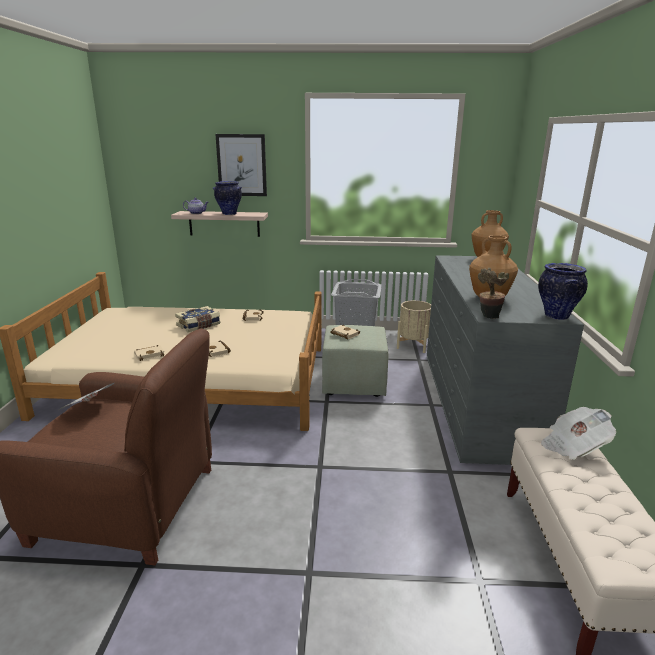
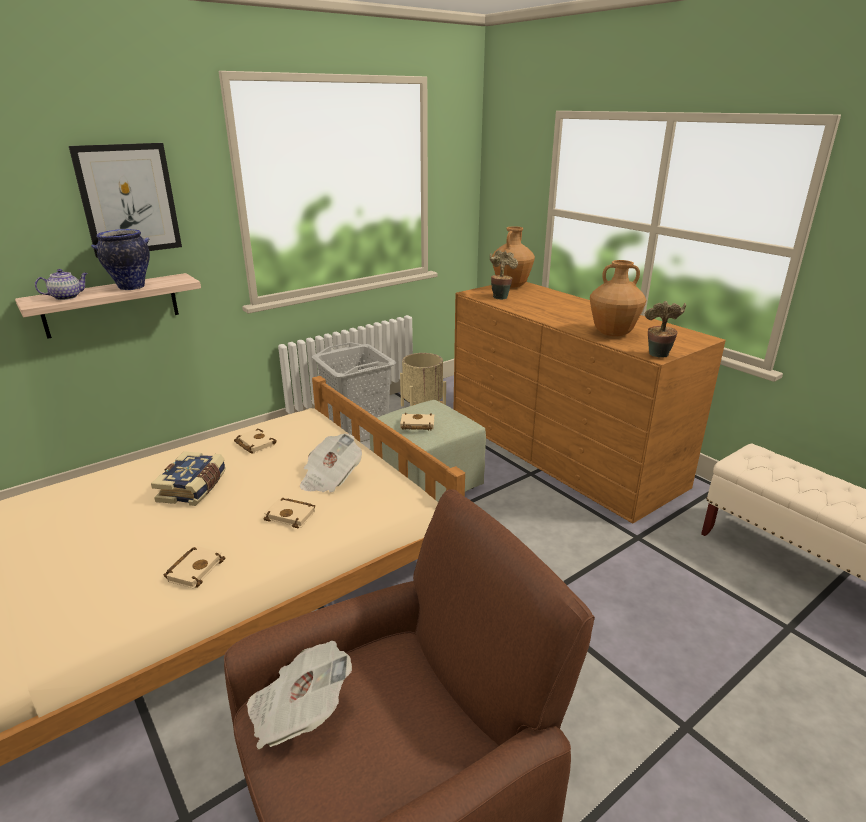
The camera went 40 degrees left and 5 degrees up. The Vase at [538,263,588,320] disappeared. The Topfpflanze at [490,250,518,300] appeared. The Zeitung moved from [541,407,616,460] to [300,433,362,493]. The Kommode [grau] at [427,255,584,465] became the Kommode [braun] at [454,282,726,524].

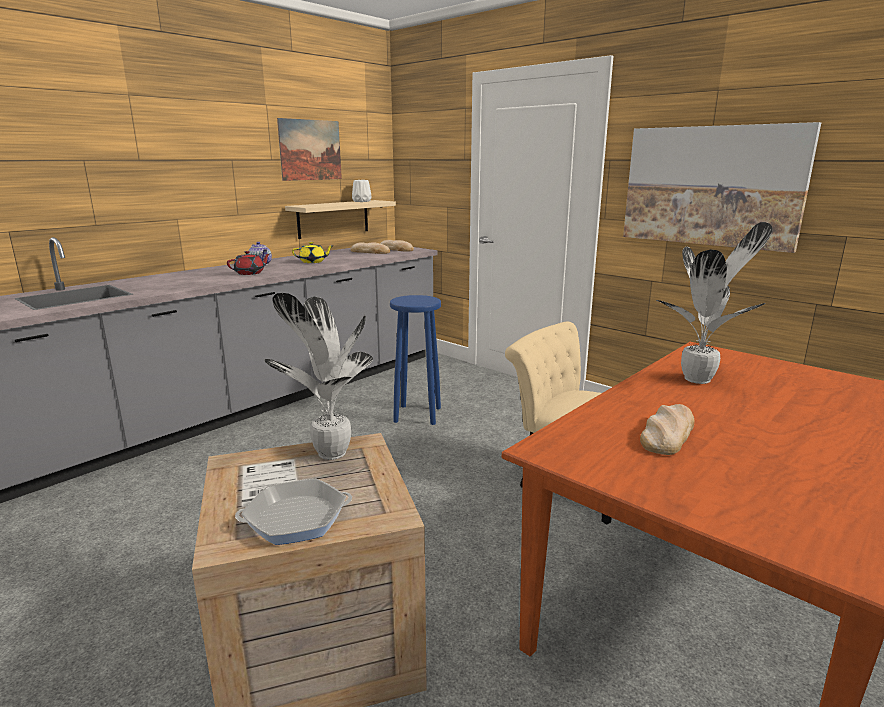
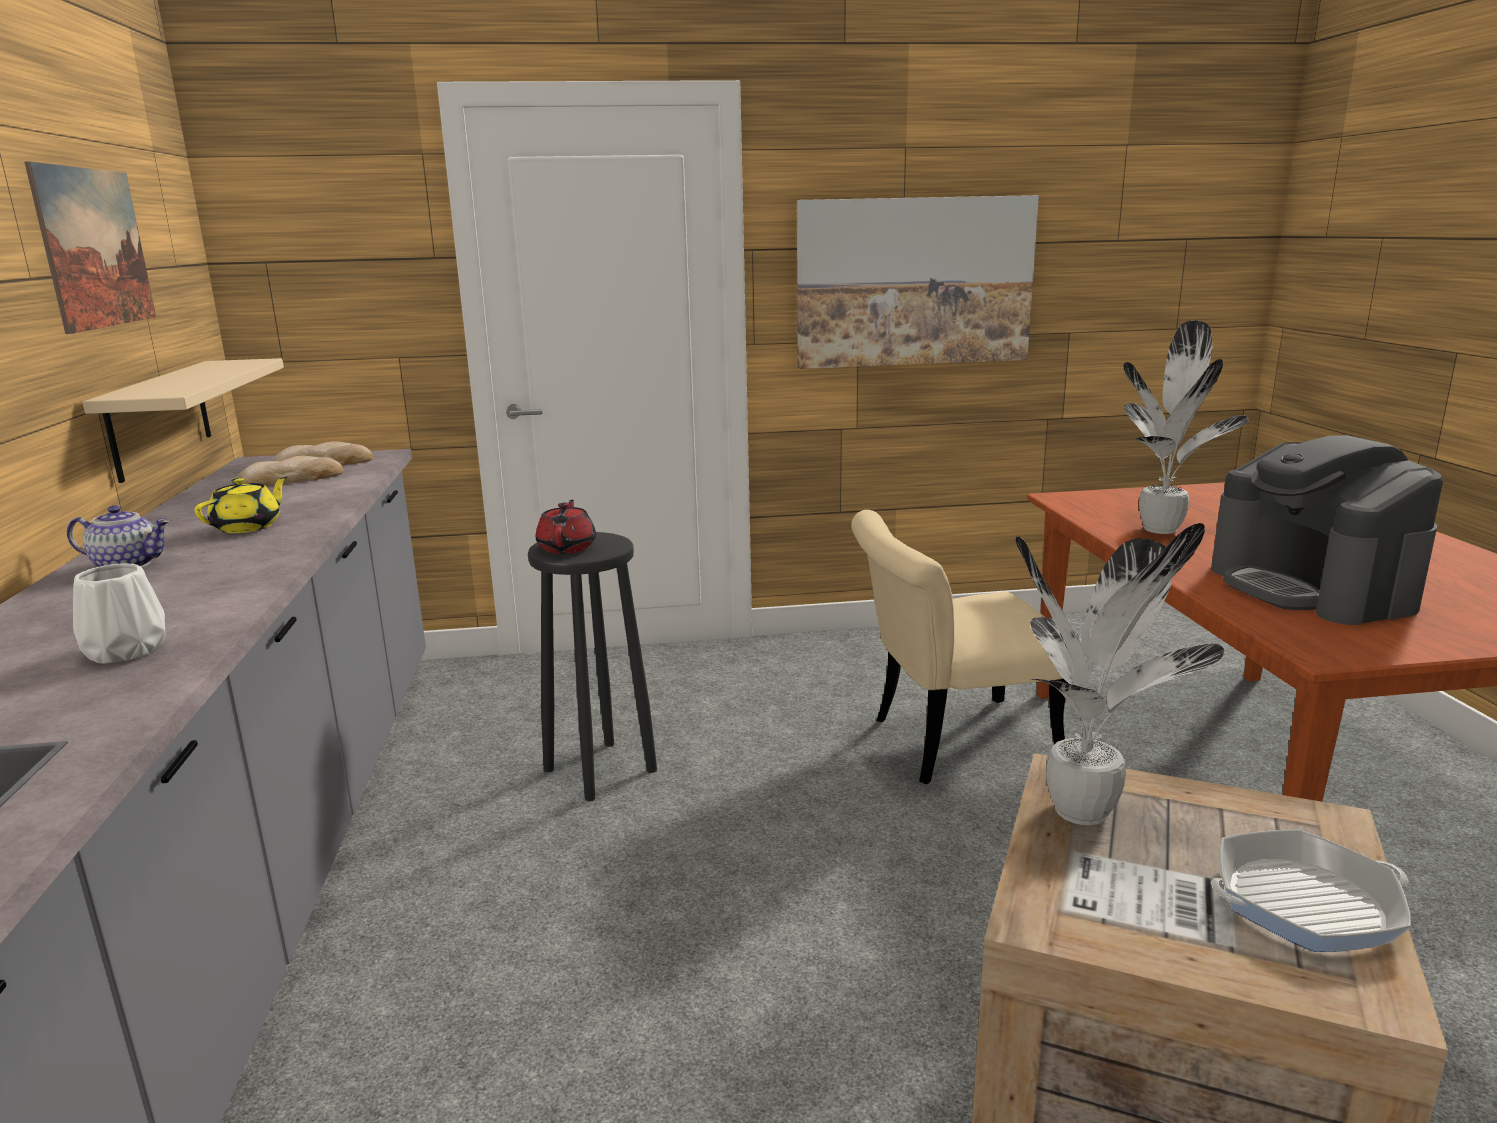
The camera went 50 degrees left and 0 degrees up. The Teekanne [rot] moved from [227,251,271,275] to [536,500,596,554]. The Vase [weiß] moved from [352,180,372,202] to [73,563,166,664]. The Brot at [640,404,694,455] was replaced by the Kaffeemaschine at [1211,435,1443,625]. The Hocker [blau] at [390,295,441,425] became the Hocker [schwarz] at [528,532,657,801]. The Pfanne at [235,479,352,545] turned 60 degrees clockwise.

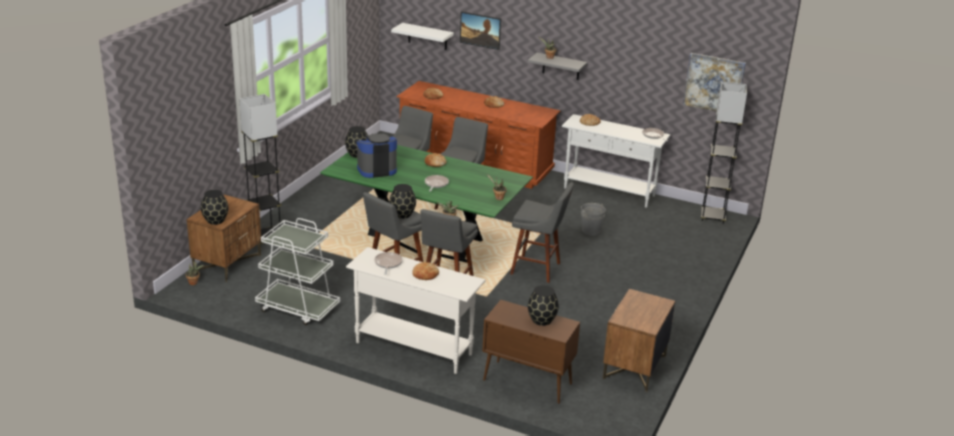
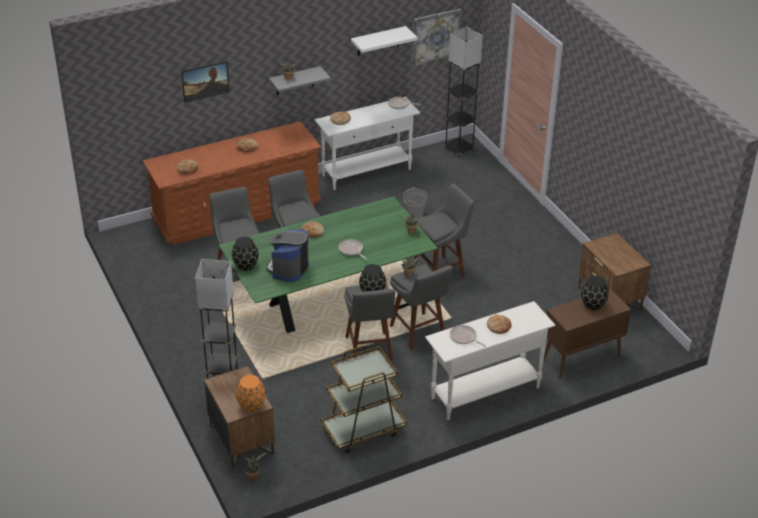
The camera went 50 degrees left and 10 degrees up. The Wandregal [weiß] moved from [391,23,454,50] to [351,26,418,56]. The Vase [schwarz] at [201,190,228,225] became the Vase [orange] at [236,375,266,412]. The Rollwagen [weiß] at [255,218,340,325] became the Rollwagen [braun] at [321,346,407,453].

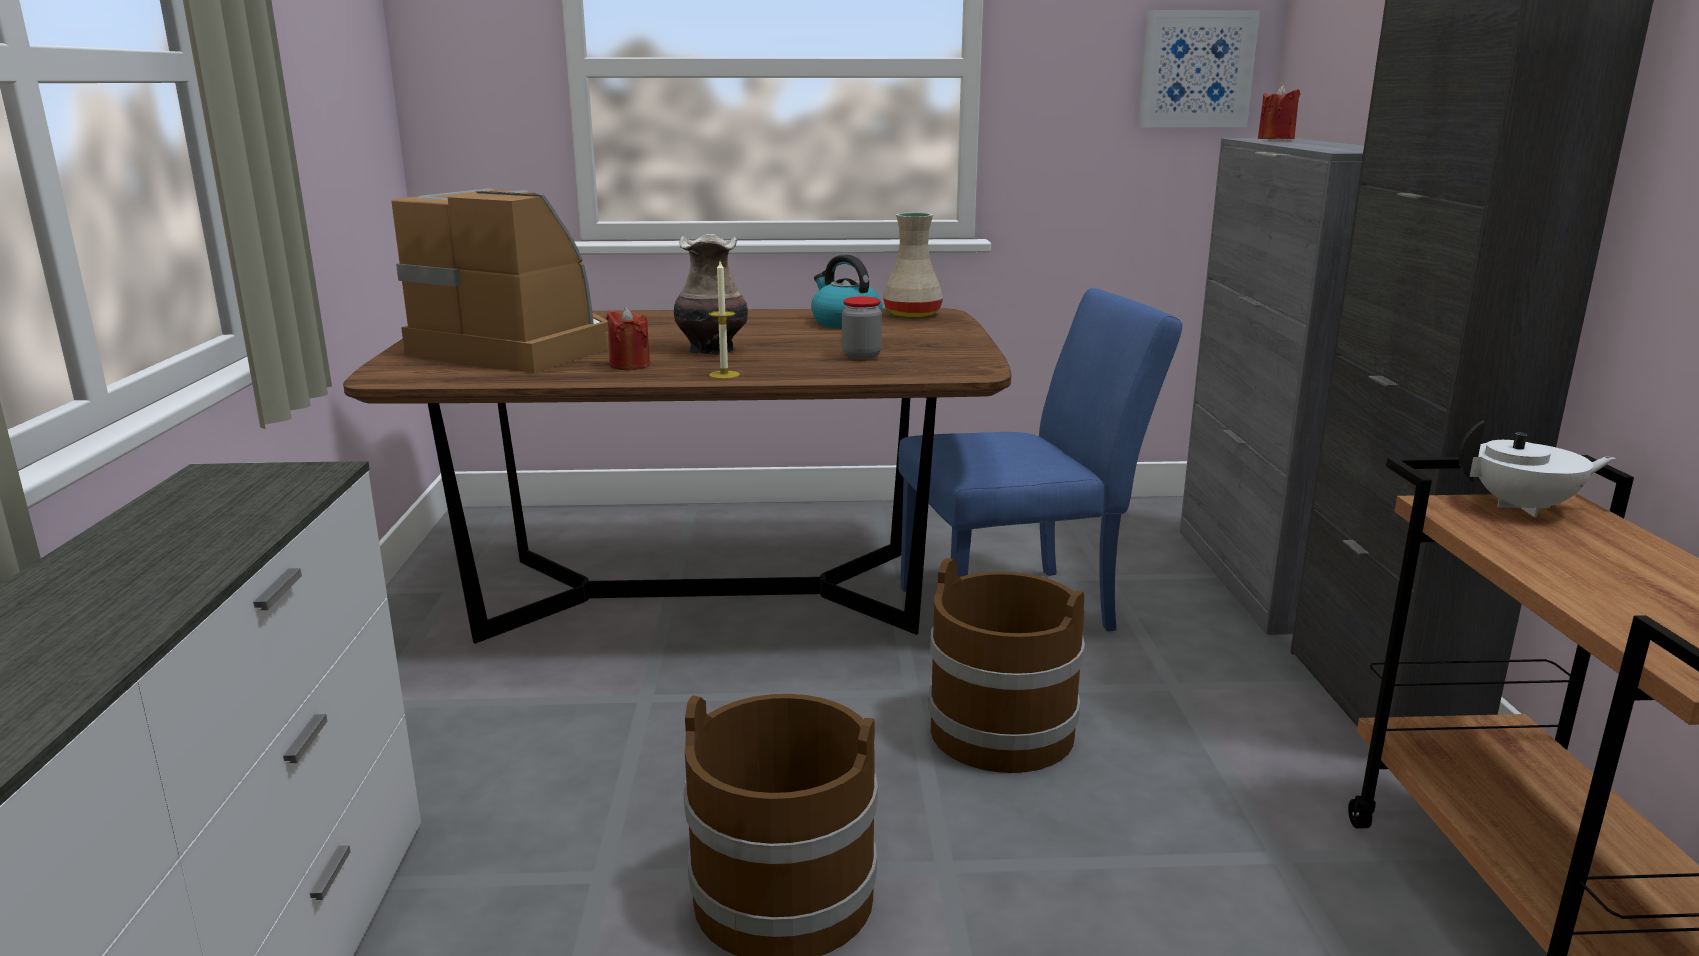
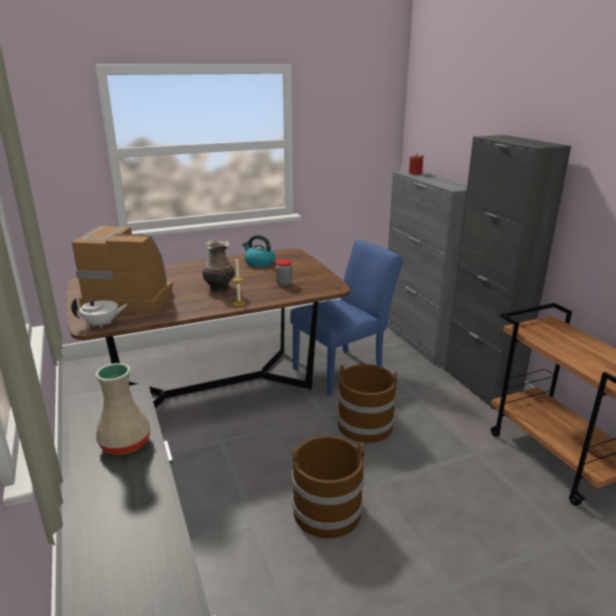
The camera went 20 degrees left and 5 degrees up. The Kerze [rot] at [606,307,650,370] disappeared. The Bild at [1138,10,1260,127] disappeared. The Vase [beige] moved from [883,213,943,317] to [96,363,150,455]. The Teekanne [weiß] moved from [1458,420,1616,517] to [71,298,128,329].

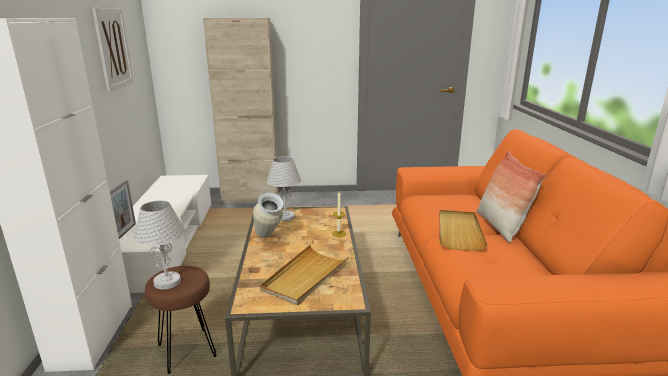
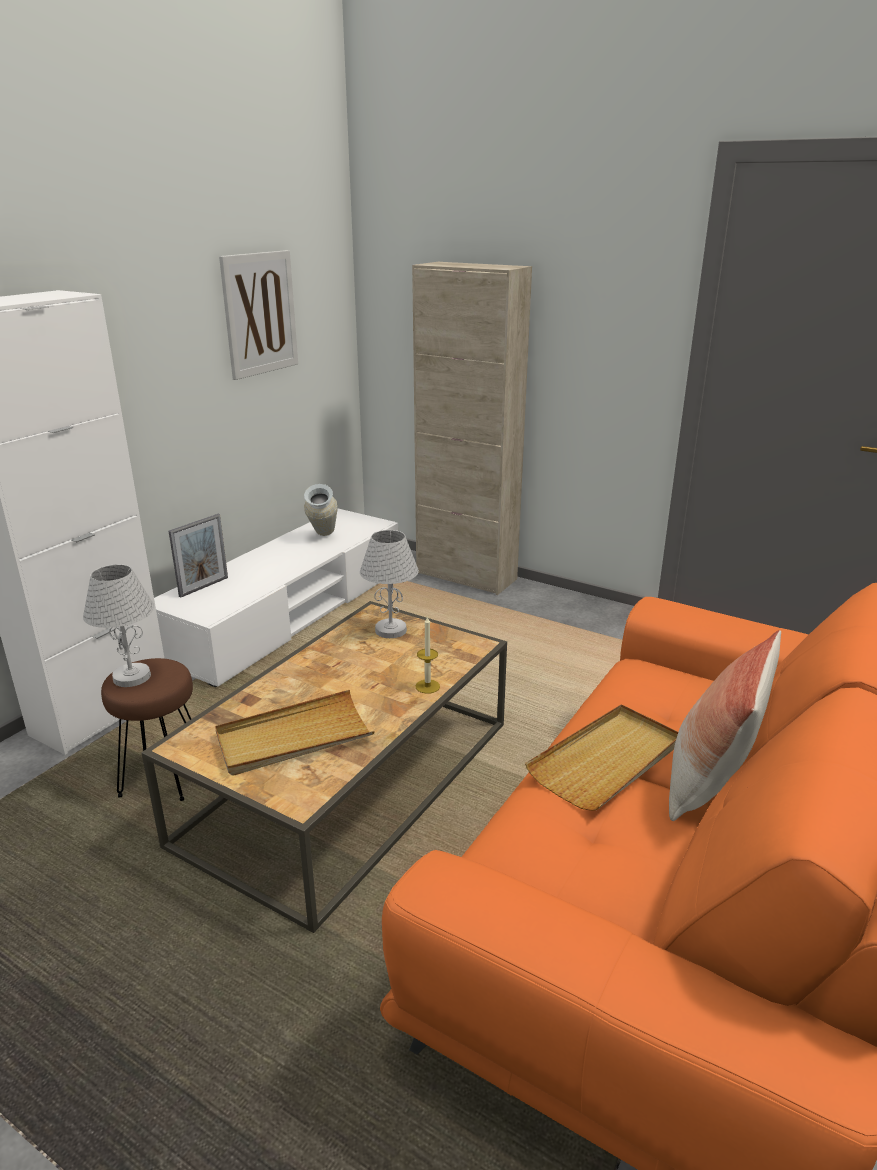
The camera went 35 degrees right and 5 degrees up. The Vase moved from [253,193,284,238] to [304,484,338,536].

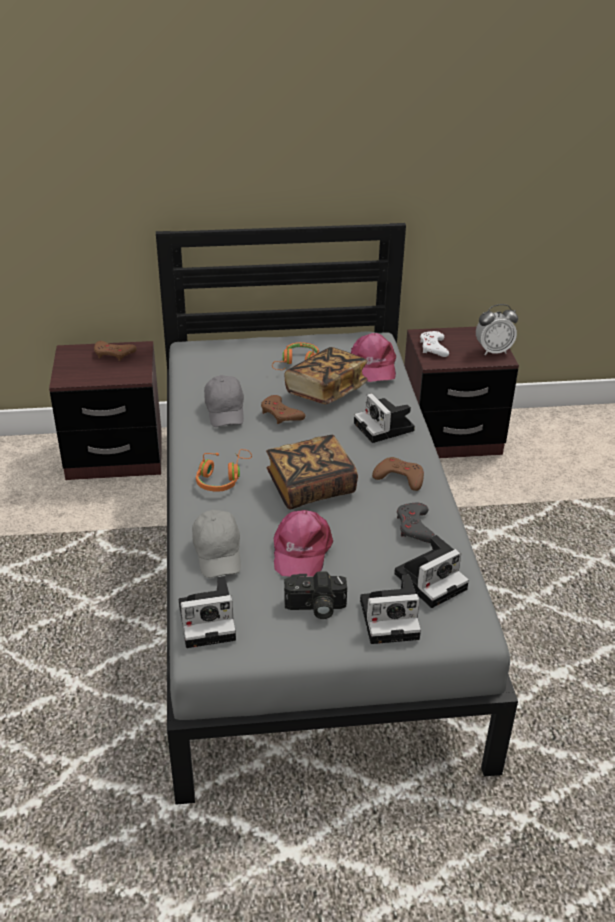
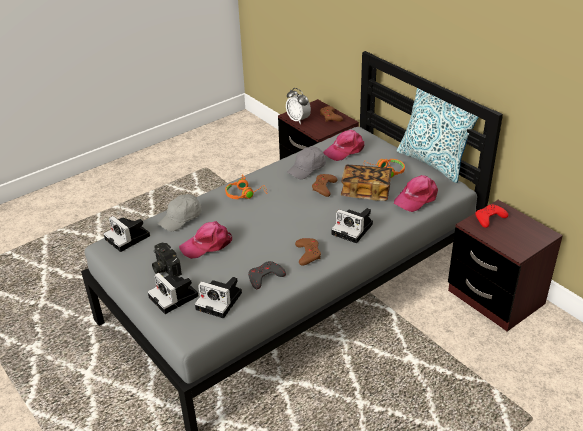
The camera went 60 degrees right and 0 degrees up. The Buch at [266,435,358,509] disappeared. The Kappe [rosa] at [323,130,364,161] appeared. The Kissen at [397,88,479,183] appeared. The Wecker moved from [476,304,518,355] to [286,88,311,124]. The Gamepad [weiß] at [420,331,449,357] became the Gamepad [rot] at [476,204,508,228]. The Kamera at [354,393,415,443] turned 90 degrees counterclockwise.

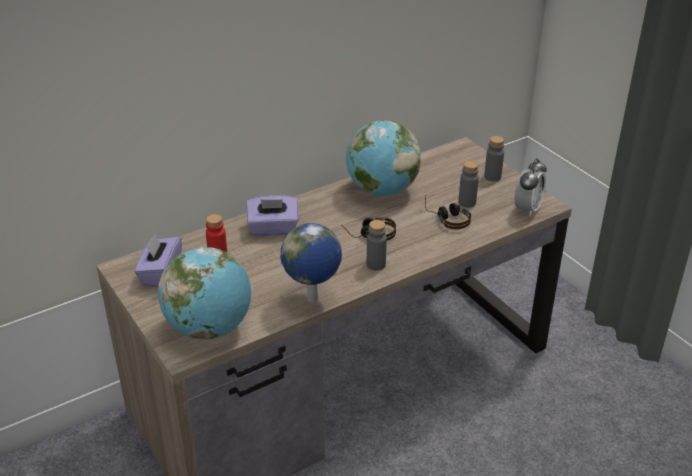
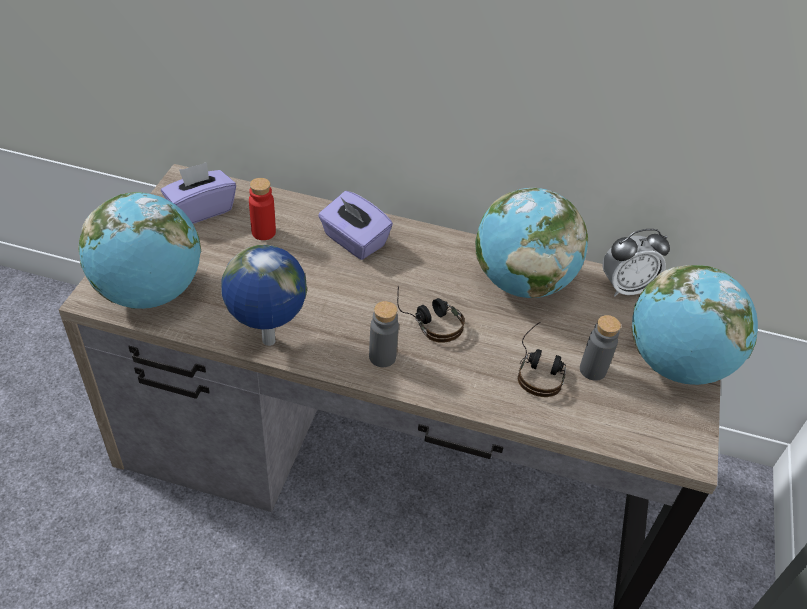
The camera went 45 degrees right and 10 degrees up. The Wecker moved from [515,158,547,217] to [602,229,670,296]. The Flasche [grau] at [484,136,504,181] was replaced by the Globus at [631,265,758,385].

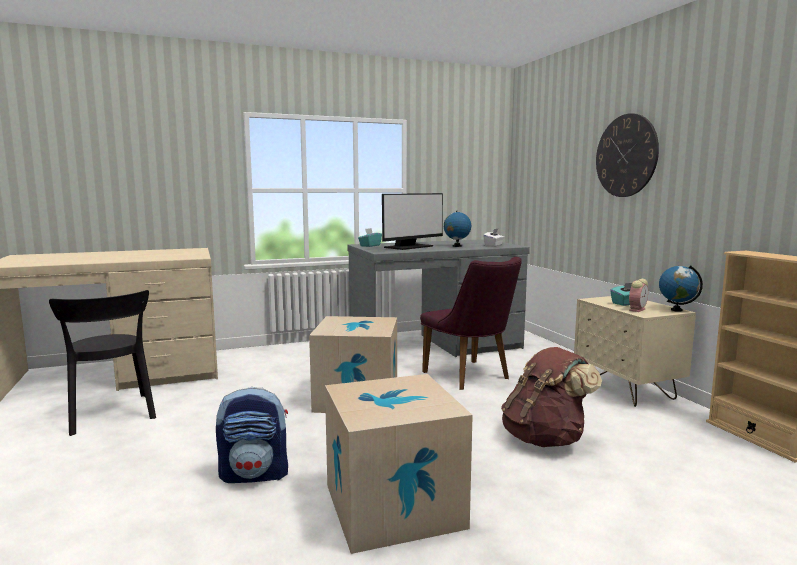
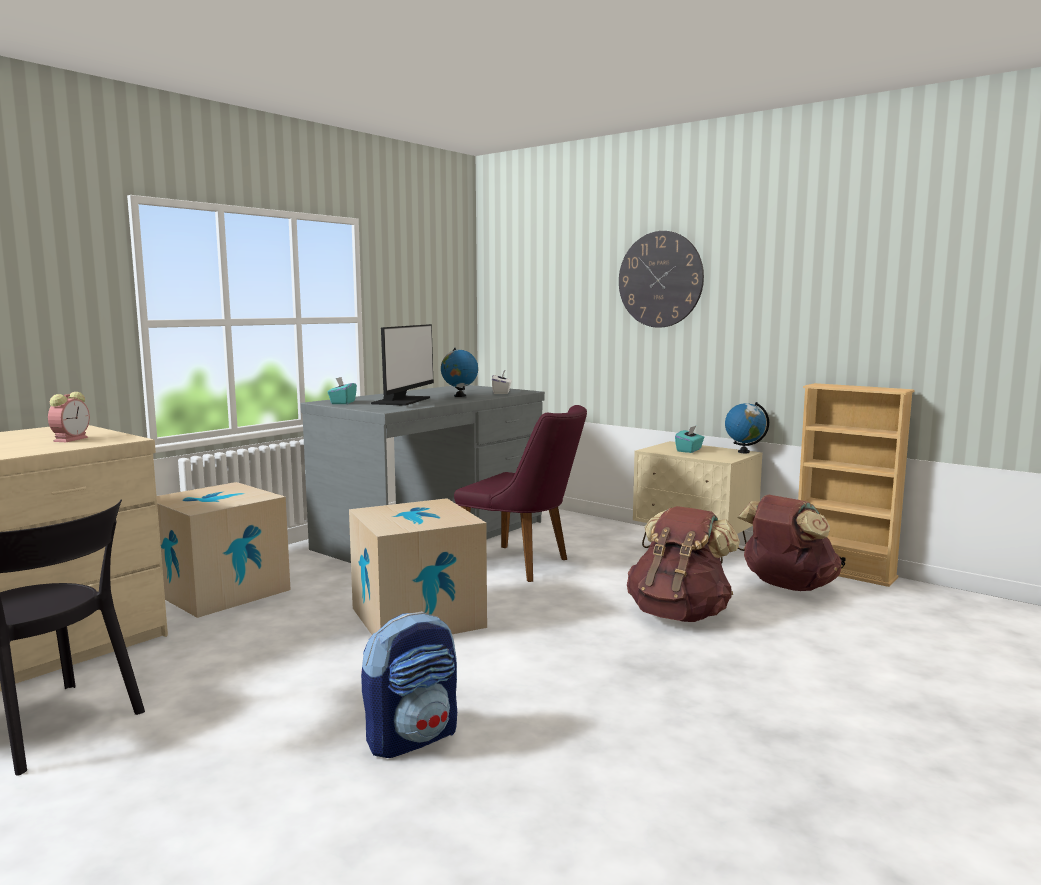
The camera went 30 degrees left and 0 degrees up. The Rucksack [braun] at [738,495,841,591] appeared. The Karton moved from [325,374,473,554] to [157,482,291,618]. The Wecker moved from [629,279,648,312] to [48,392,90,442].

